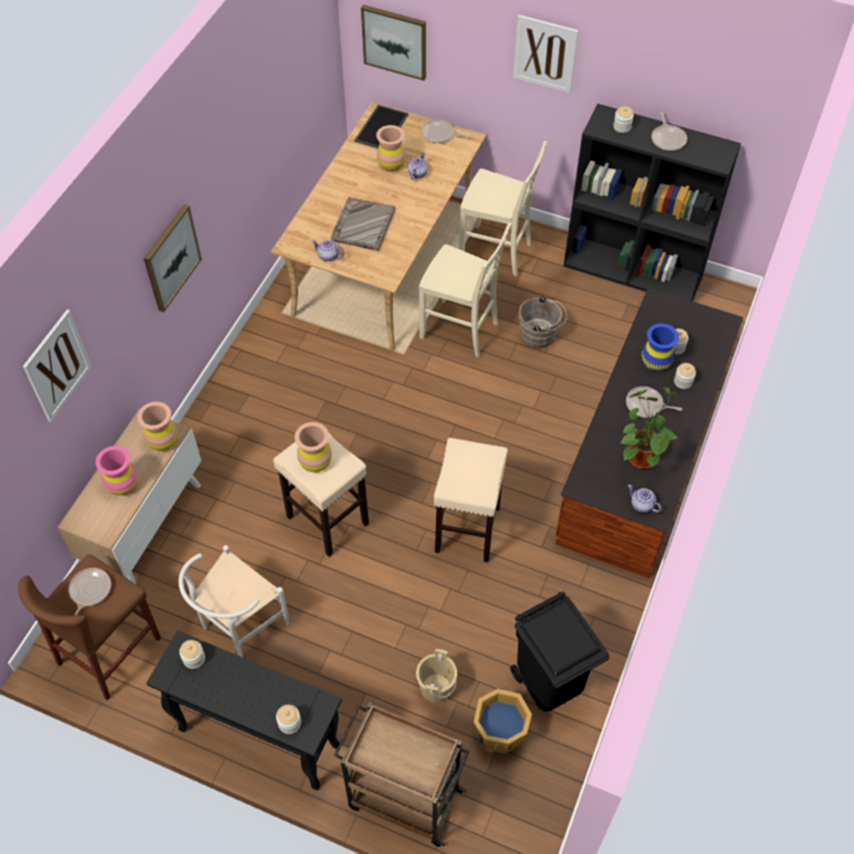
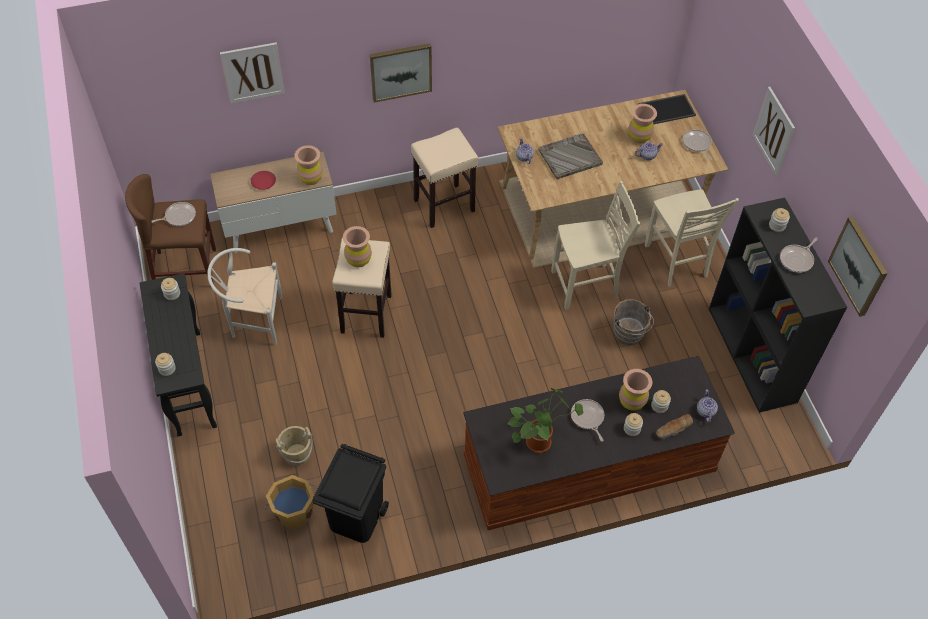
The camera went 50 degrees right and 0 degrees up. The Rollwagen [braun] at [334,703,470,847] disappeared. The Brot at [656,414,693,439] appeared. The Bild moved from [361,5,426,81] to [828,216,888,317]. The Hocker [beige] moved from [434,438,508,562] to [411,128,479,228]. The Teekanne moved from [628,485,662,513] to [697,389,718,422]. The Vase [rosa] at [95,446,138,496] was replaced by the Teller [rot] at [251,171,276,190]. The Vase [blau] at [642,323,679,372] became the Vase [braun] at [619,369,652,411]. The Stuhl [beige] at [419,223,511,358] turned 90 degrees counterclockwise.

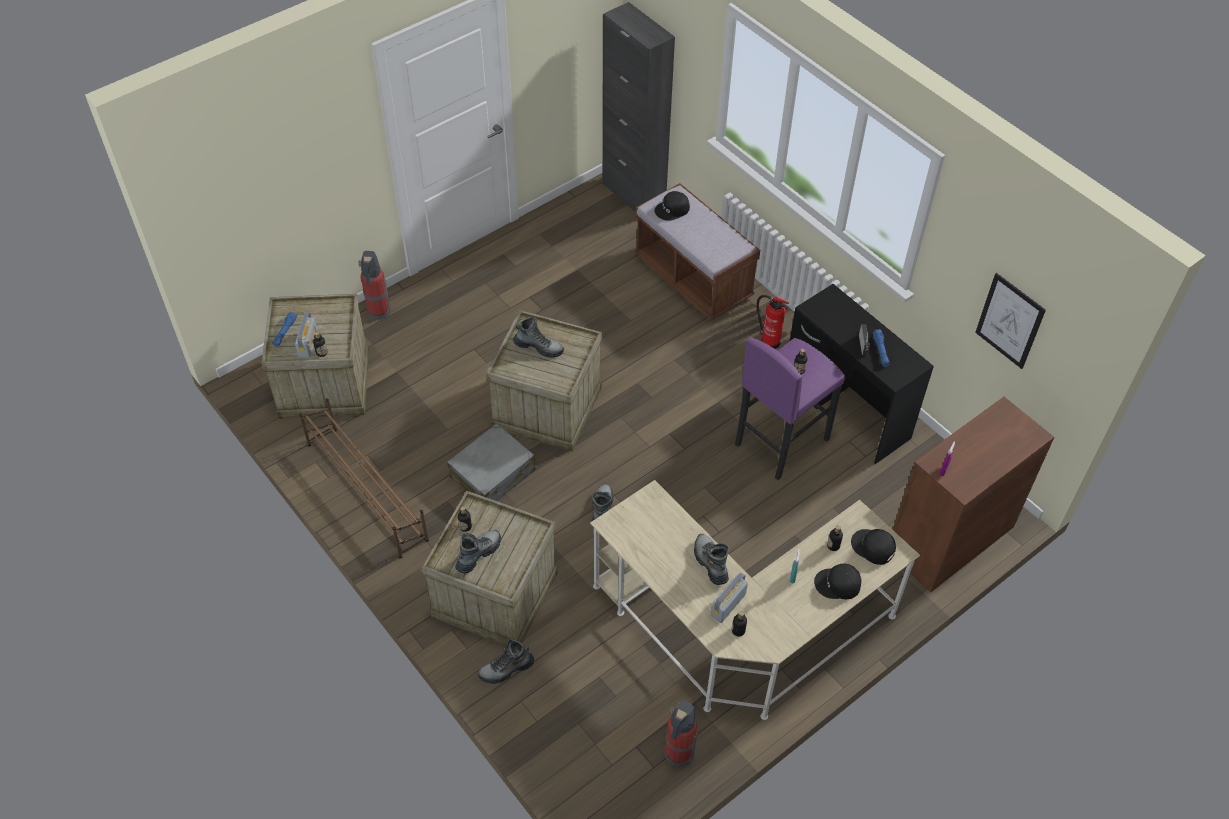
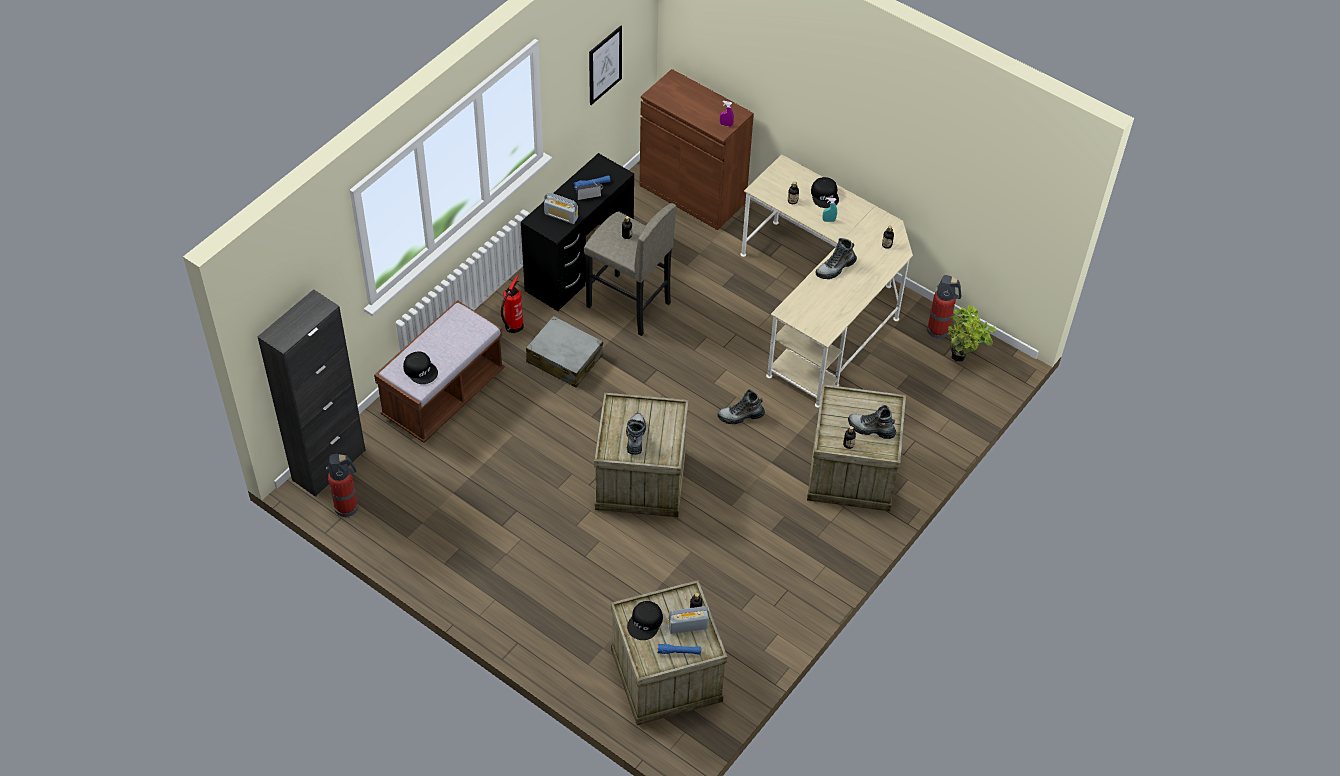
The camera went 105 degrees left and 0 degrees up. The Schuhregal [braun] at [299,399,429,559] disappeared. The Stiefel at [478,639,534,684] disappeared. The Topfpflanze at [947,305,996,362] appeared. The Feuerlöscher moved from [358,251,391,320] to [326,454,359,518]. The Koffer [grau] moved from [447,423,536,501] to [526,316,603,388]. The Radio moved from [710,572,748,623] to [544,192,578,224]. The Kappe [schwarz] moved from [851,529,896,565] to [627,601,663,640]. The Hocker [lila] at [735,337,846,480] became the Hocker [grau] at [584,203,677,336].

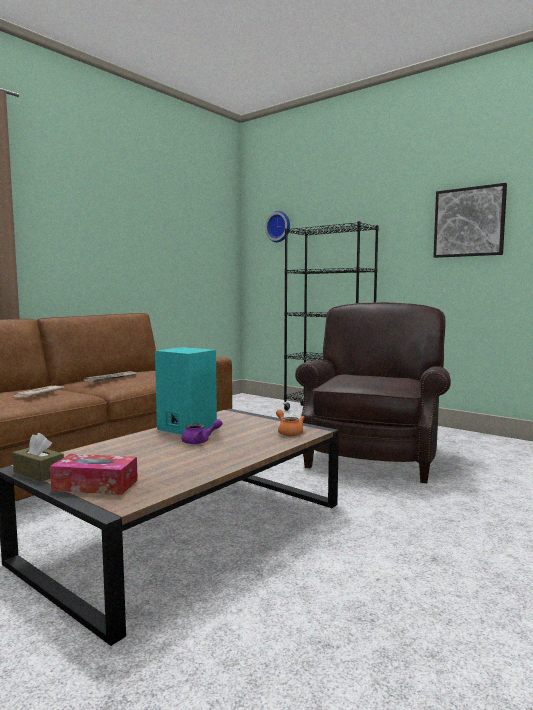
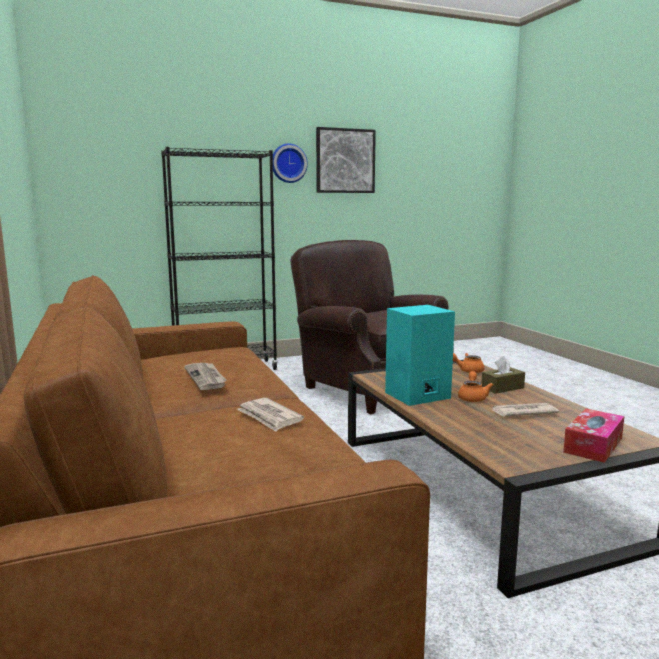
The camera went 60 degrees left and 5 degrees up. The Zeitung at [492,403,559,416] appeared. The Taschentuchbox [braun] moved from [12,433,64,482] to [482,356,525,394]. The Wanduhr moved from [265,211,290,242] to [273,143,308,183]. The Teekanne [lila] at [182,419,222,444] became the Teekanne [orange] at [458,371,493,402].

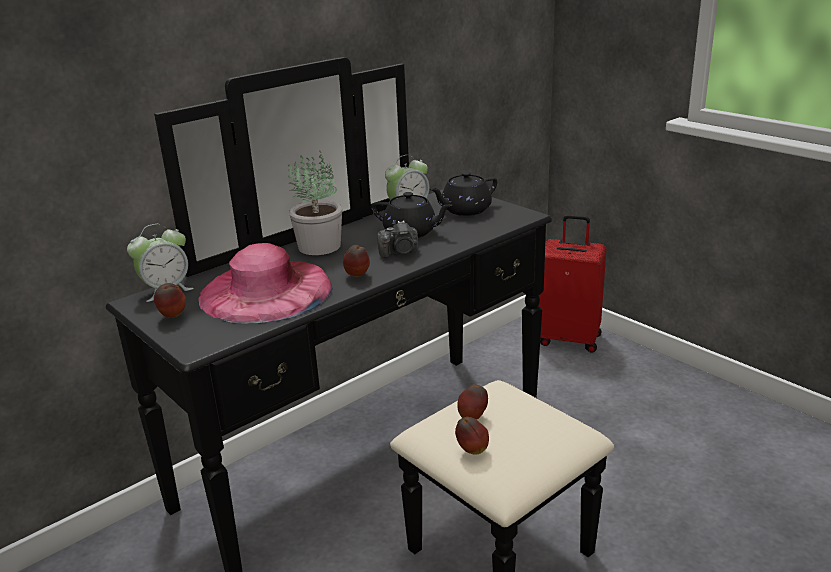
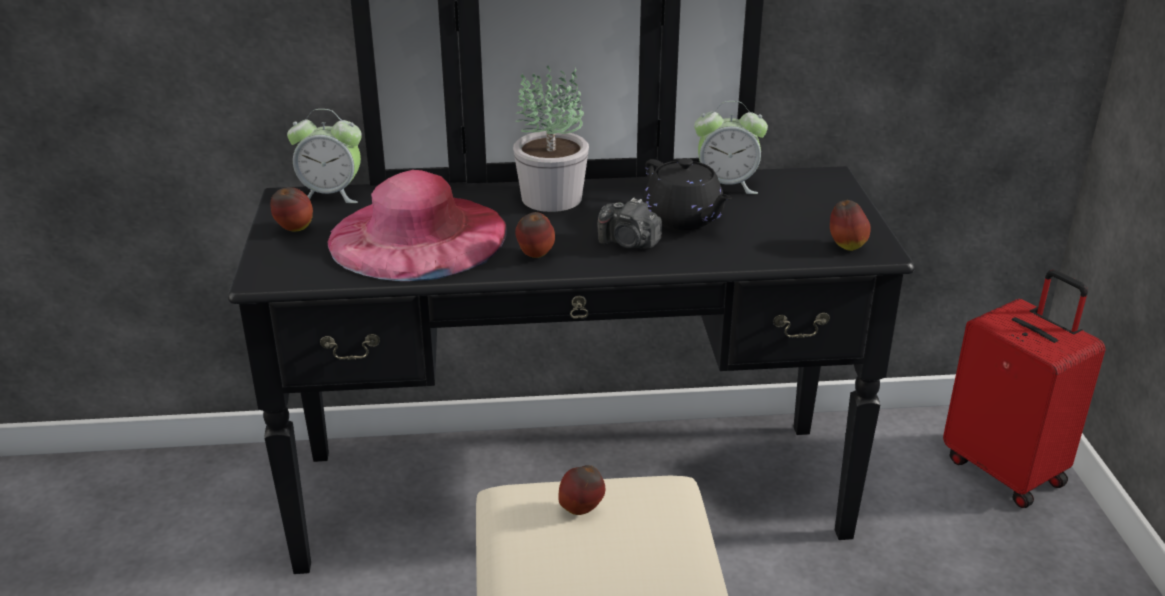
The camera went 35 degrees right and 5 degrees up. The Teekanne [schwarz] at [430,172,497,216] disappeared. The Apfel moved from [455,417,489,455] to [830,200,871,251].

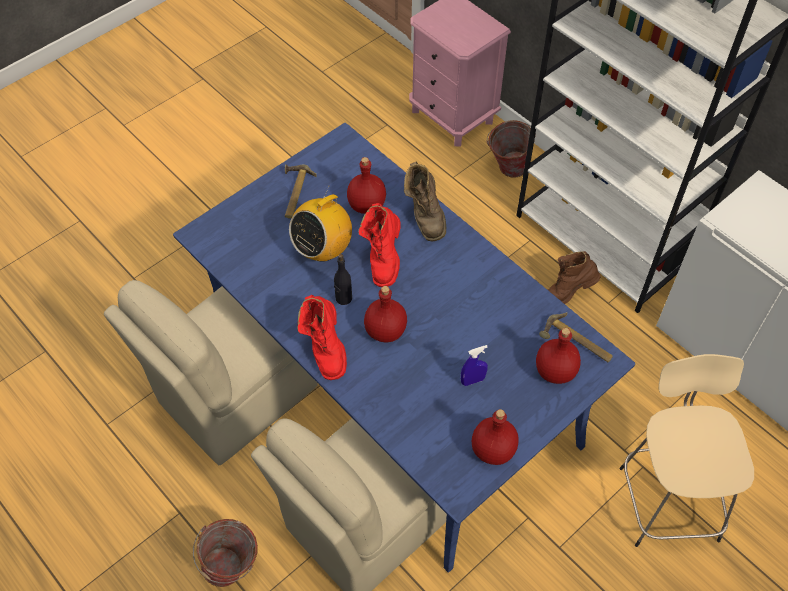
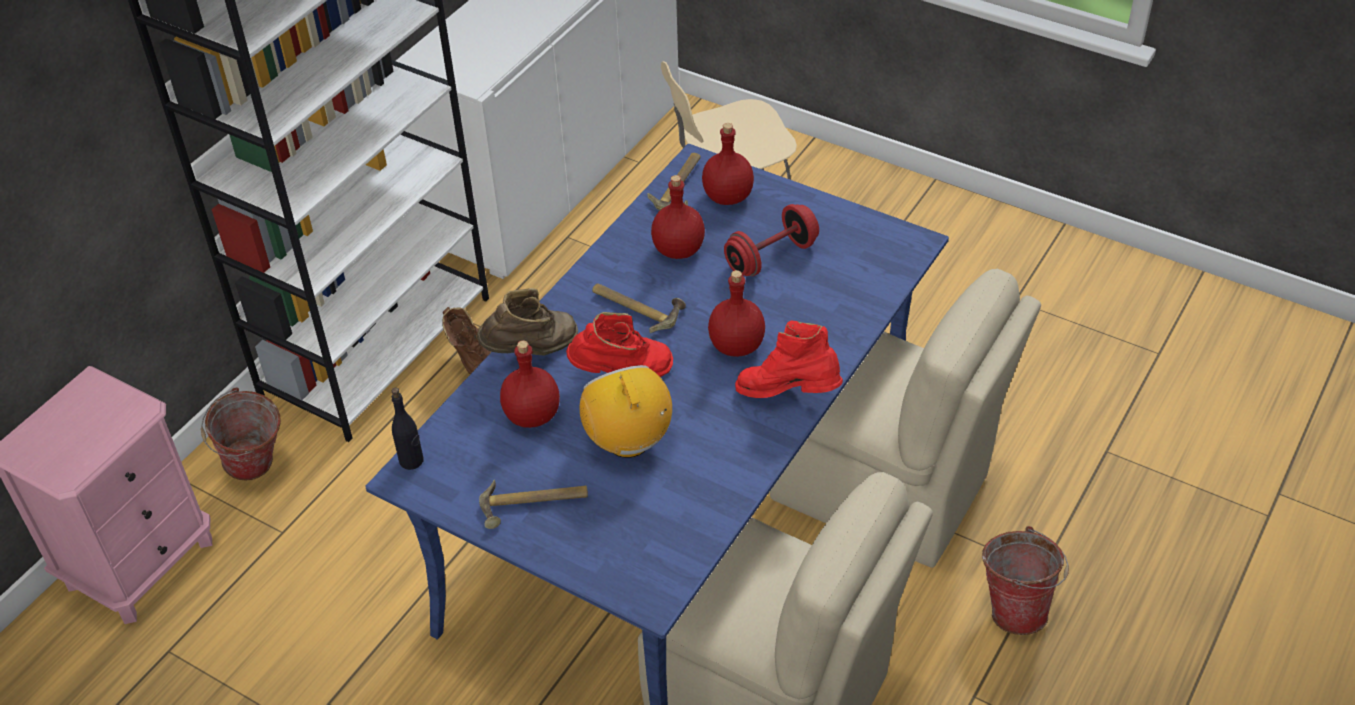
The camera went 105 degrees left and 10 degrees down. The Hammer at [592,283,686,333] appeared. The Flasche [schwarz] moved from [334,254,352,305] to [392,387,424,470]. The Flasche [rot] moved from [472,409,519,465] to [651,175,705,259]. The Sprühflasche [blau] at [461,345,488,386] was replaced by the Hantel [rot] at [724,204,819,276]. The Radio at [289,185,352,262] turned 135 degrees counterclockwise. The Stiefel [rot] at [297,295,347,380] turned 135 degrees counterclockwise.

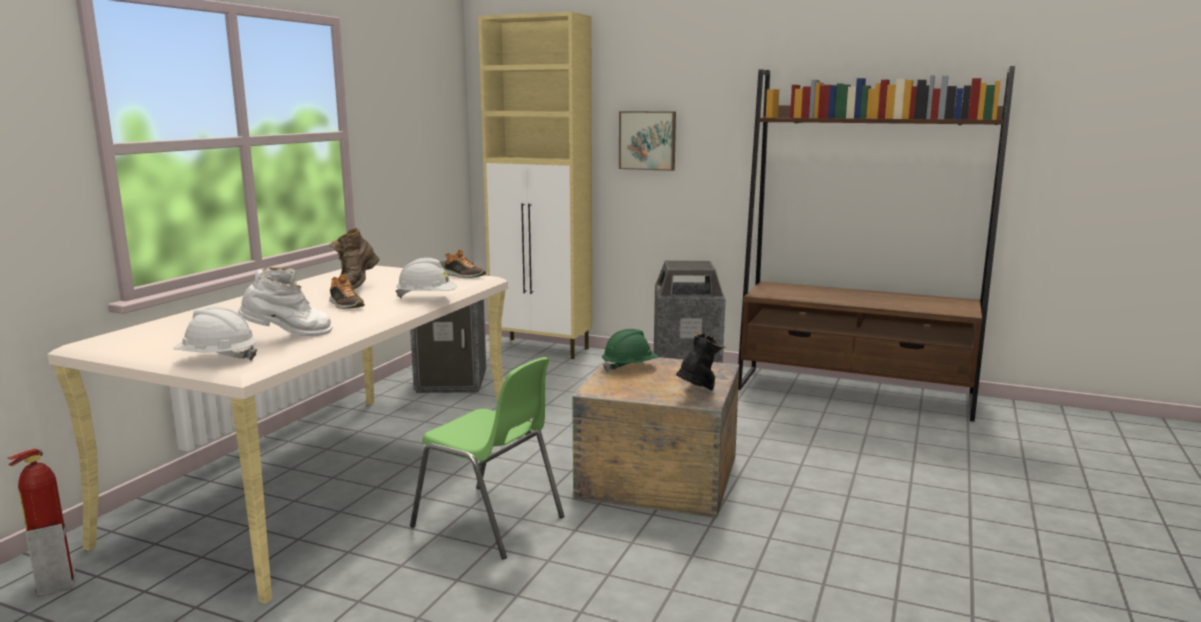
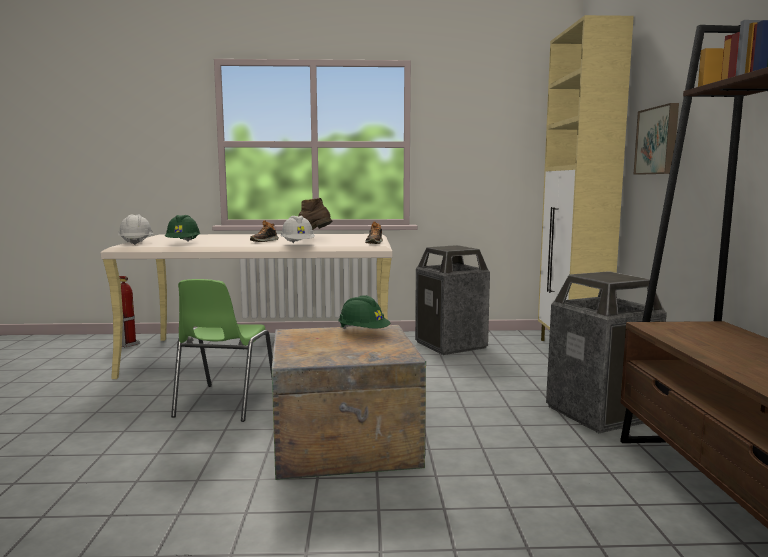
The camera went 65 degrees right and 5 degrees down. The Stiefel [schwarz] at [676,333,726,391] disappeared. The Stiefel [weiß] at [238,267,333,337] was replaced by the Schutzhelm [grün] at [165,215,200,242].

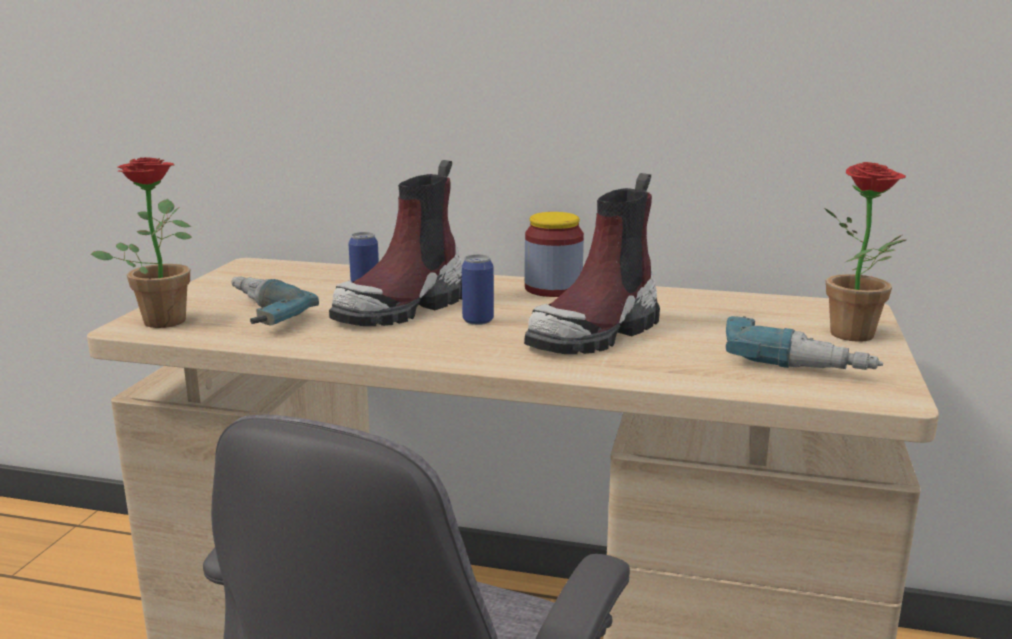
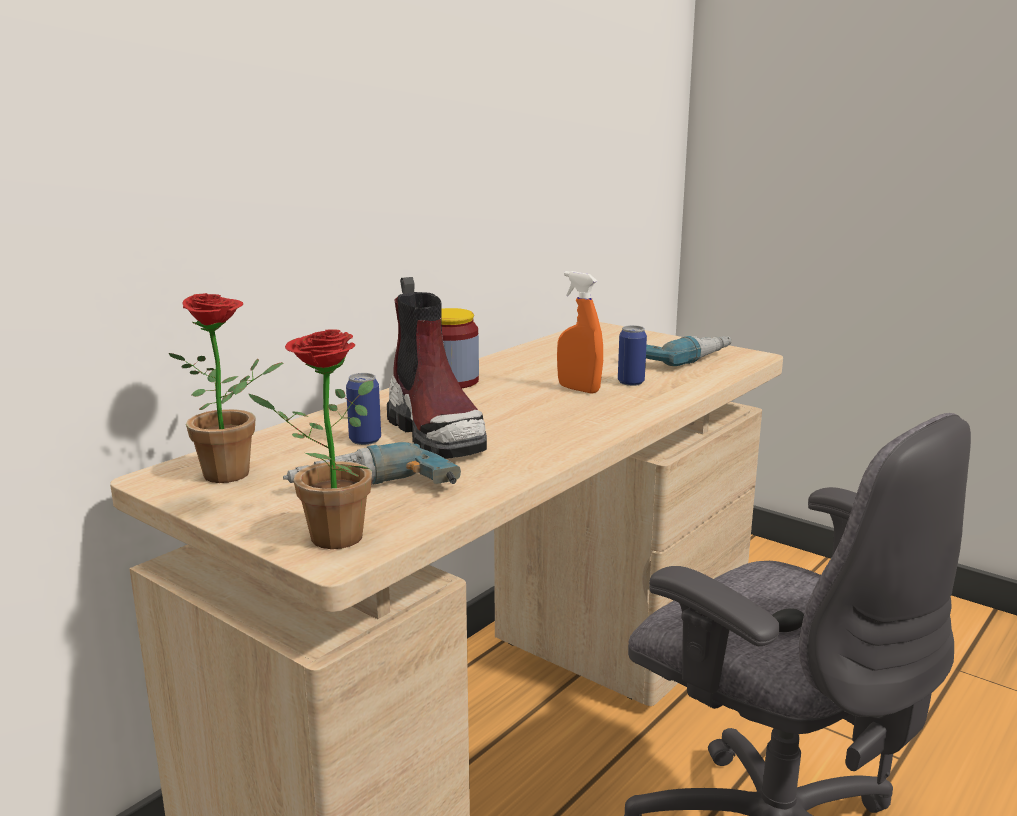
The camera went 65 degrees left and 0 degrees up. The Dose moved from [462,254,494,325] to [618,325,647,386]. The Topfpflanze moved from [825,162,906,342] to [169,293,283,483]. The Stiefel at [524,173,660,354] was replaced by the Sprühflasche [orange] at [557,271,603,393].

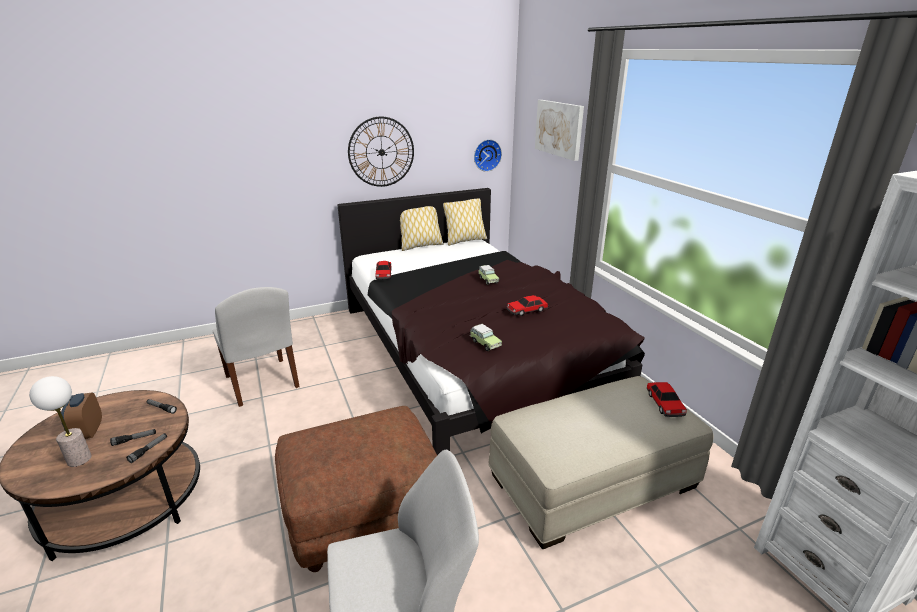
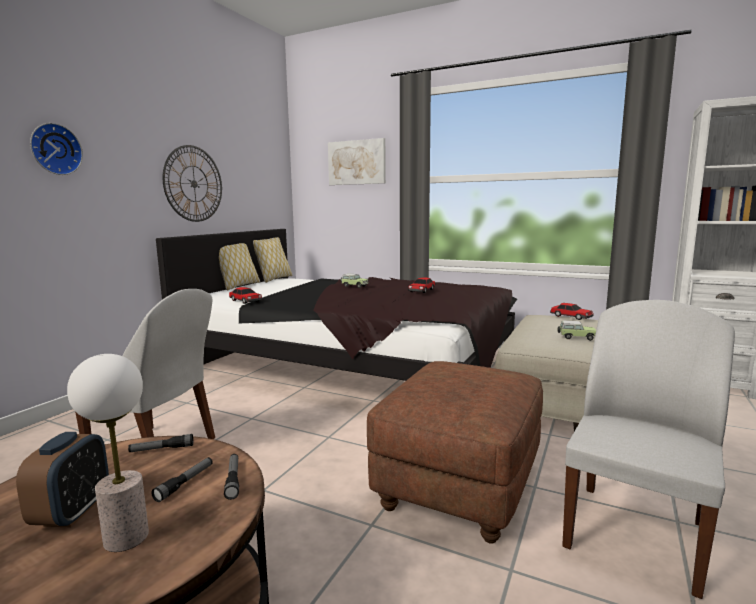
The camera went 40 degrees left and 15 degrees down. The Spielzeugauto moved from [470,324,502,351] to [557,321,596,341]. The Wanduhr moved from [474,139,502,172] to [30,123,83,175]. The Wecker at [61,392,102,439] turned 120 degrees counterclockwise.

